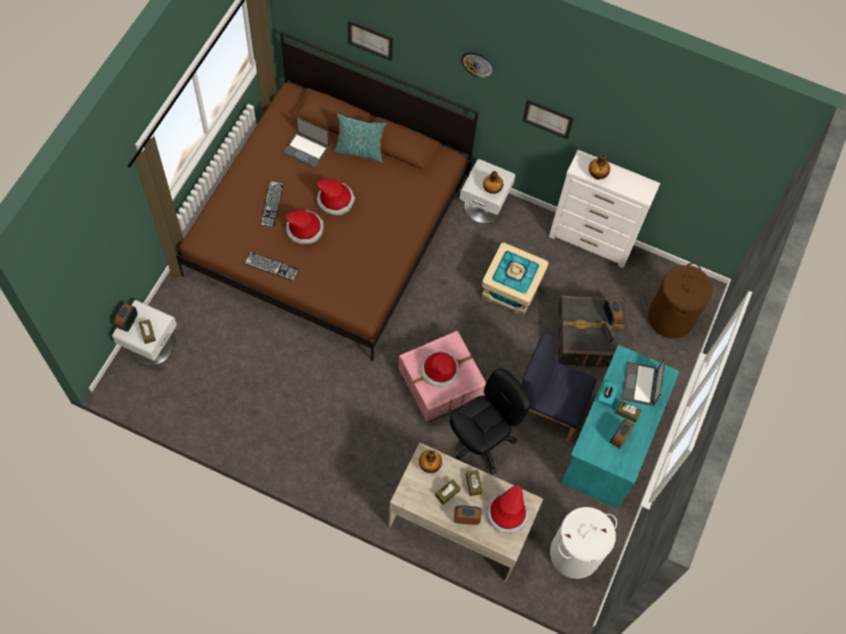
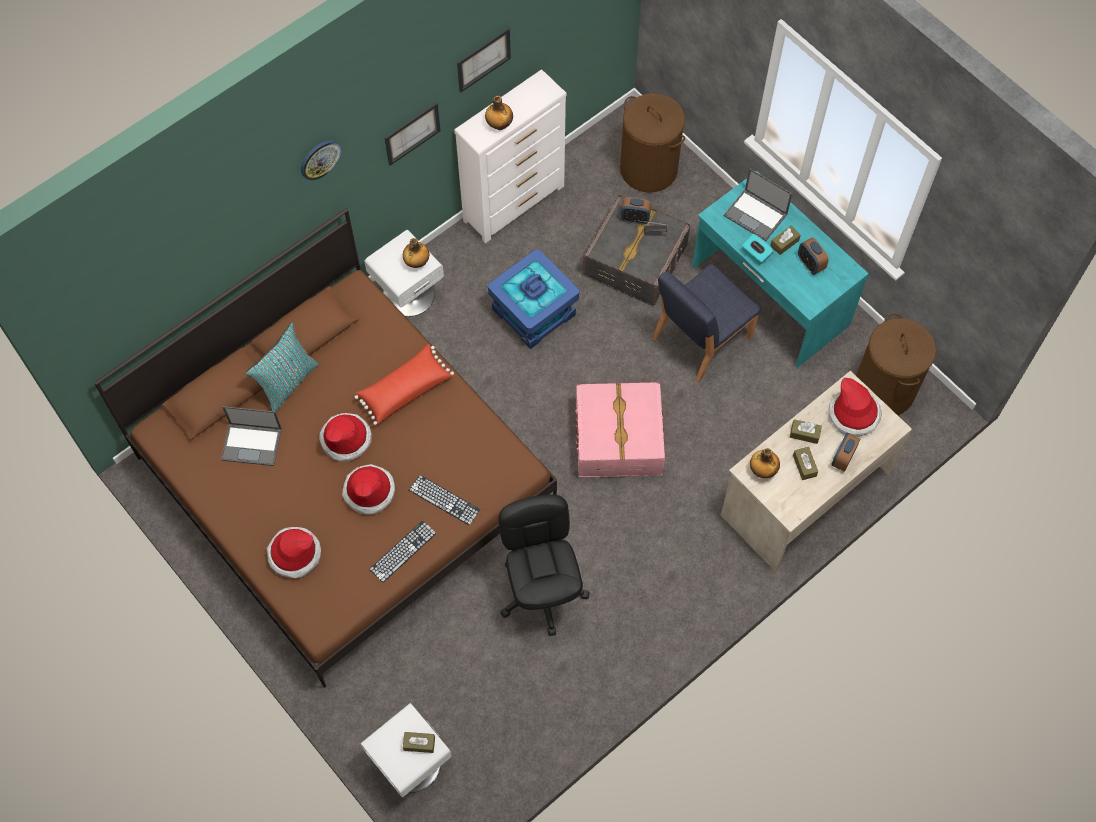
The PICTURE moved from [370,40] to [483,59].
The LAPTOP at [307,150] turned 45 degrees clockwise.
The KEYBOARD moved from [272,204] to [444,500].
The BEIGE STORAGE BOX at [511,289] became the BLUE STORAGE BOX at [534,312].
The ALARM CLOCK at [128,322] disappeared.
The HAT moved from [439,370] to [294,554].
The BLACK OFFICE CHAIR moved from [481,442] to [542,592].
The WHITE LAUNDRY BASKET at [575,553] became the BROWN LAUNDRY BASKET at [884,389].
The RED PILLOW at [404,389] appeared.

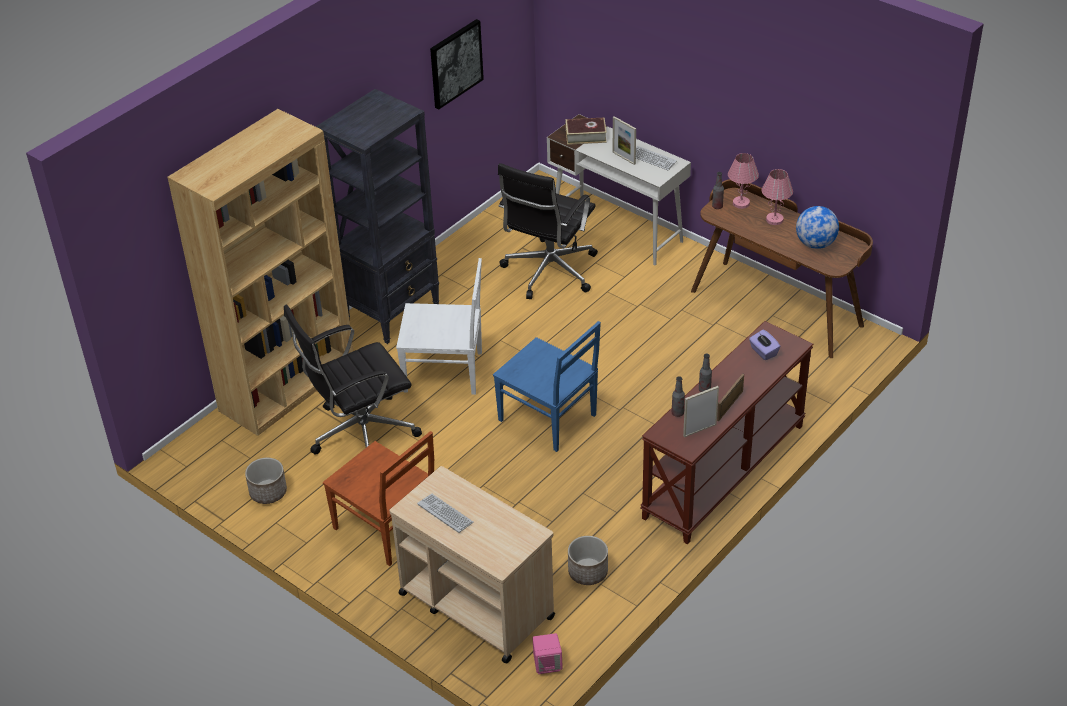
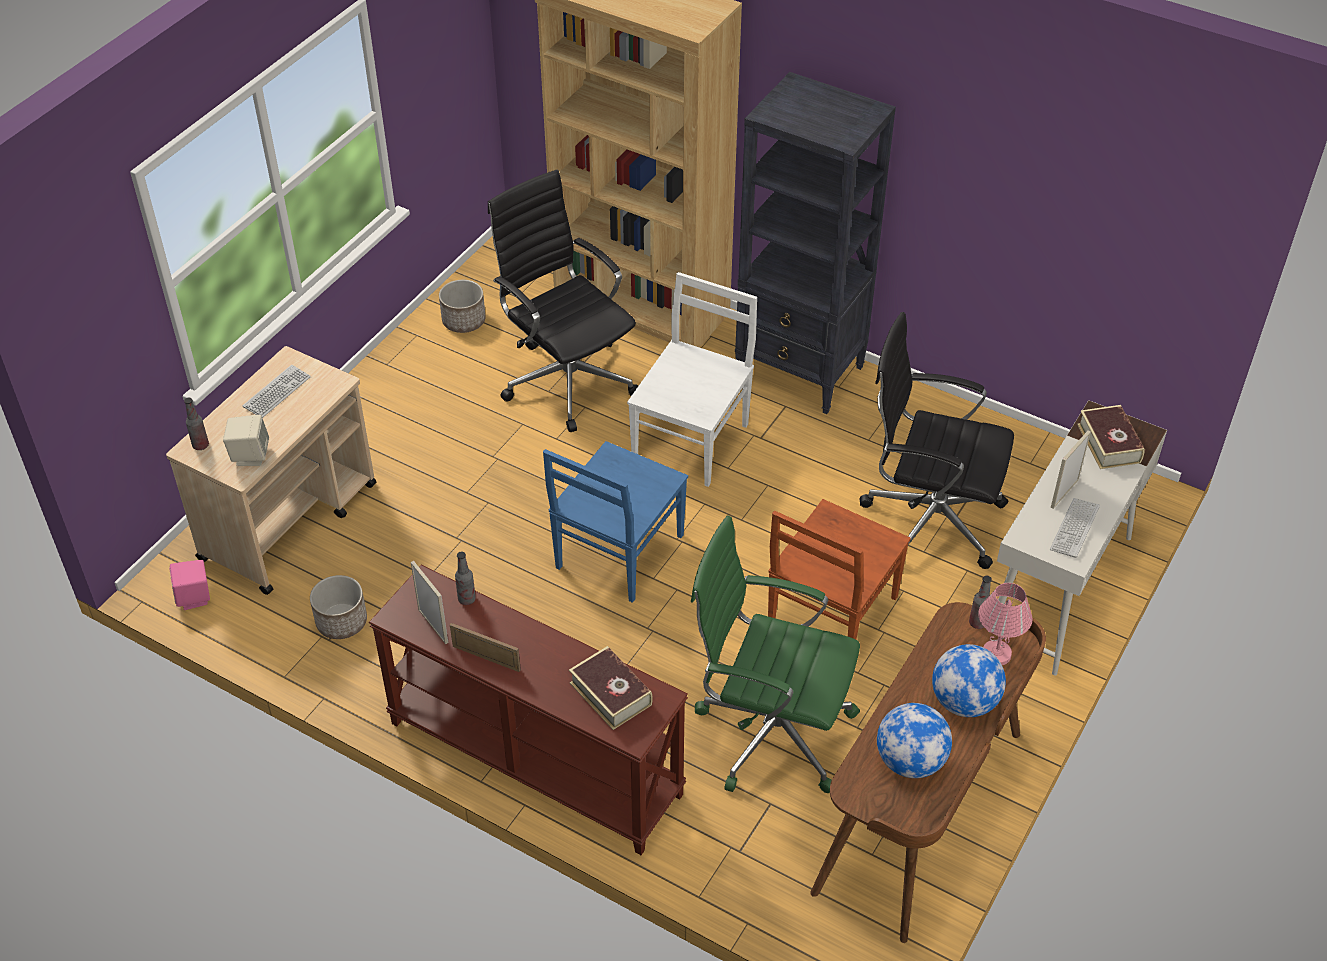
The PICTURE at [455,63] disappeared.
The PINK TABLE LAMP at [775,219] was replaced by the GLOBE at [964,702].
The WHITE CHAIR at [445,372] turned 150 degrees counterclockwise.
The PURPLE TISSUE BOX at [763,352] was replaced by the BOOK at [610,694].
The BOTTLE moved from [704,390] to [200,445].
The BROWN CHAIR moved from [387,528] to [830,615].
The BEIGE SPEAKER at [250,455] appeared.
The GREEN OFFICE CHAIR at [770,731] appeared.

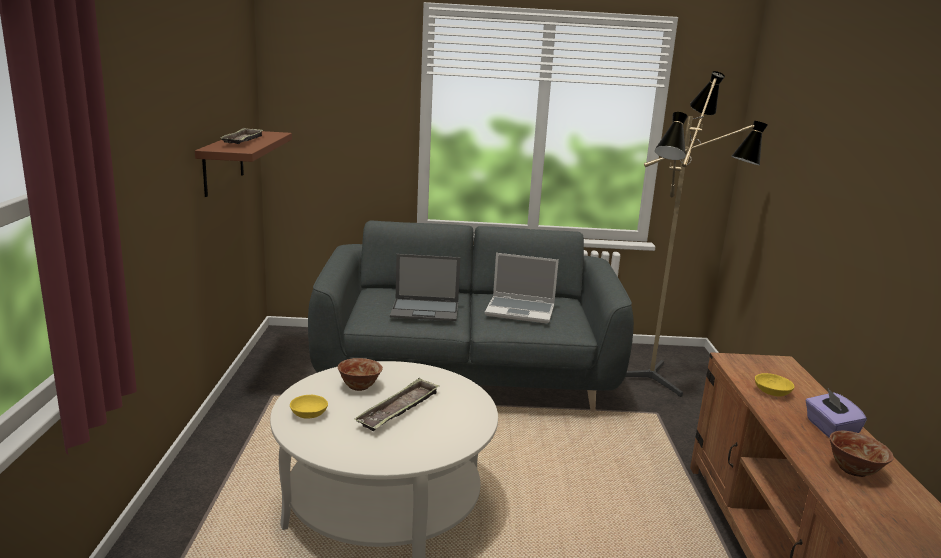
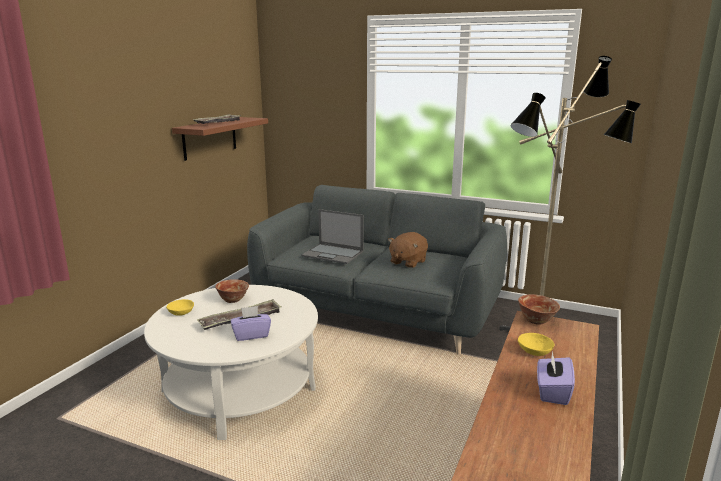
The LAPTOP at [521,311] was replaced by the BROWN PLUSH TOY at [407,262].
The BOWL moved from [853,470] to [536,321].
The PURPLE TISSUE BOX at [251,335] appeared.

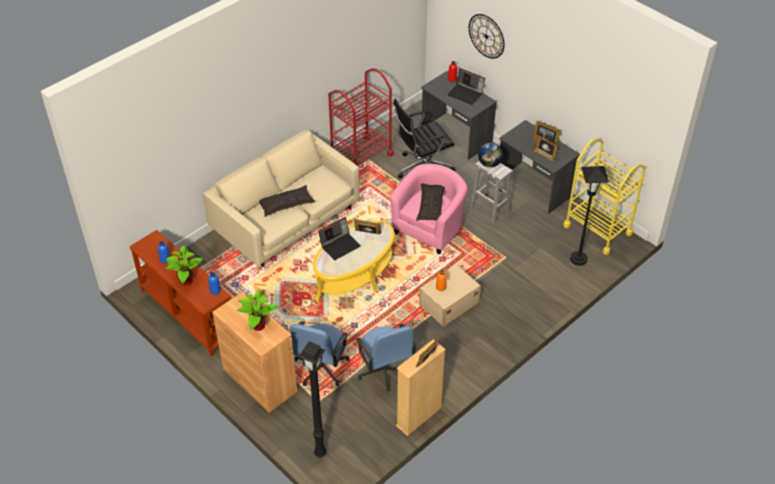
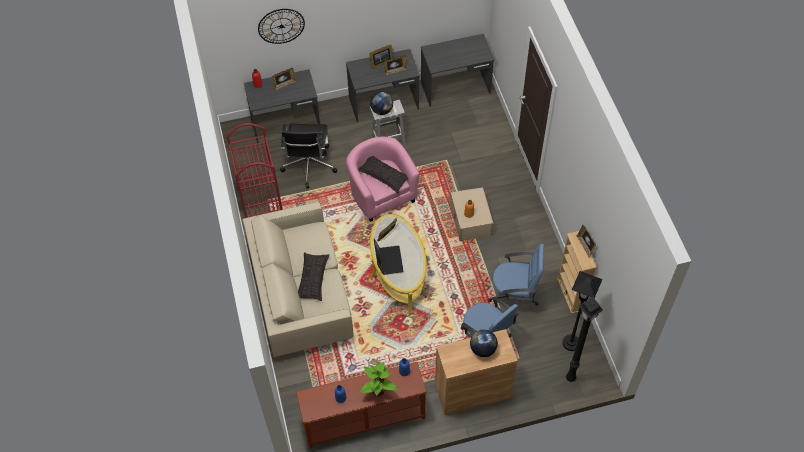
The LAPTOP at [466,94] was replaced by the PICTURE FRAME at [284,84].
The YELLOW CART at [597,229] was replaced by the GREY DESK at [456,88].
The BLACK FLOOR LAMP moved from [578,259] to [571,343].
The POTTED PLANT at [258,325] was replaced by the GLOBE at [483,349].

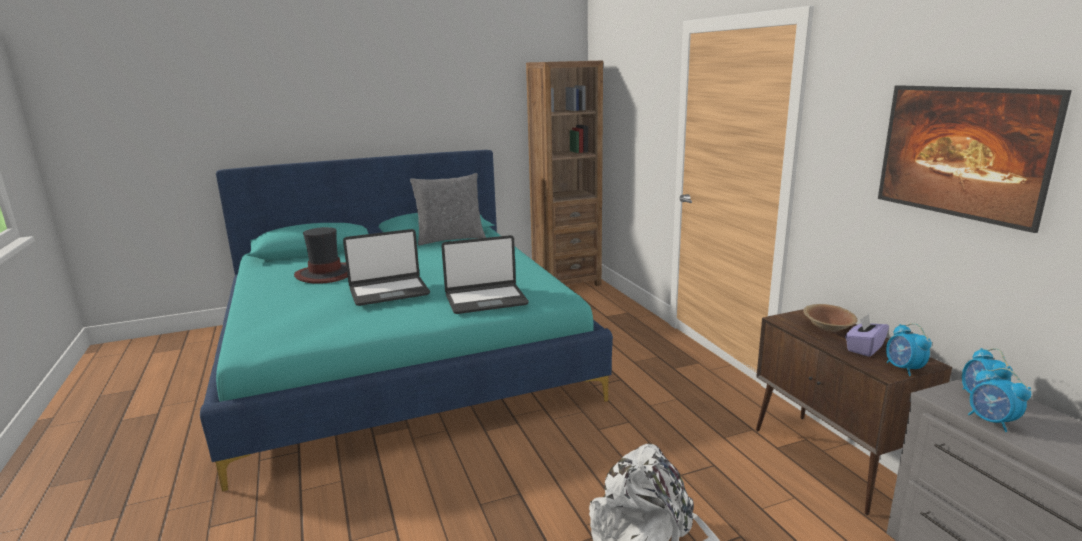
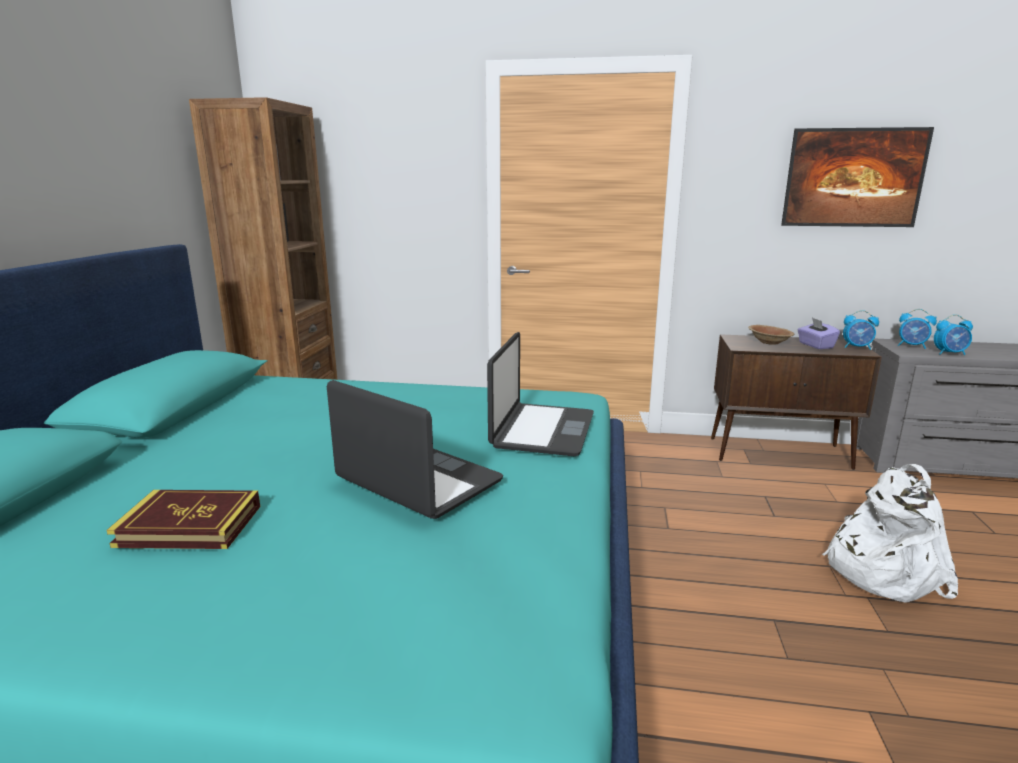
The GREY PILLOW at [450,239] disappeared.
The HAT at [326,274] was replaced by the BOOK at [189,526].
The LAPTOP at [389,292] turned 60 degrees counterclockwise.

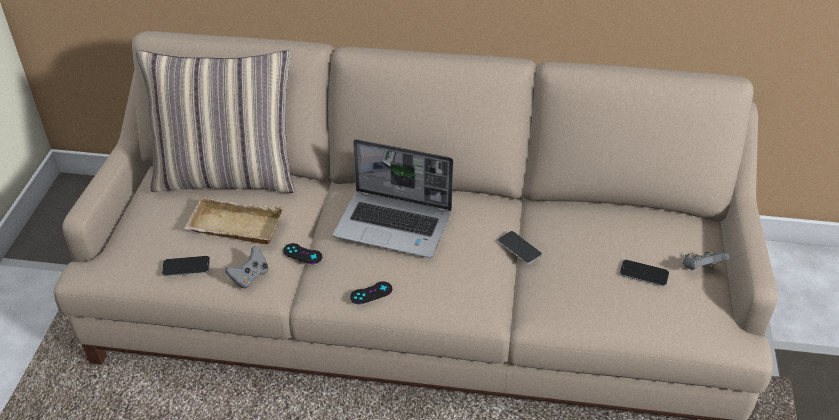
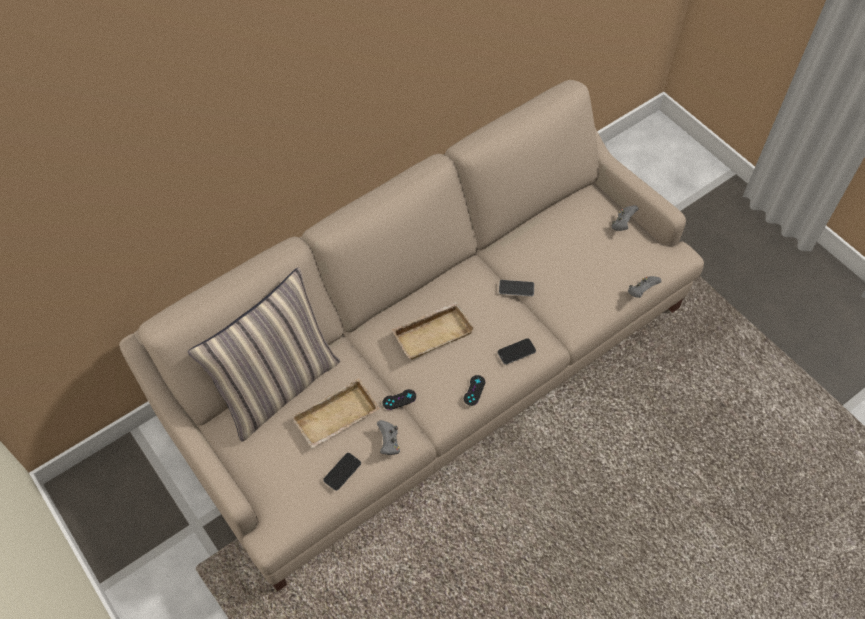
The LAPTOP at [395,225] was replaced by the BEIGE TRAY at [433,332].
The PHONE moved from [644,274] to [516,352].
The GREY GAME CONTROLLER at [641,291] appeared.

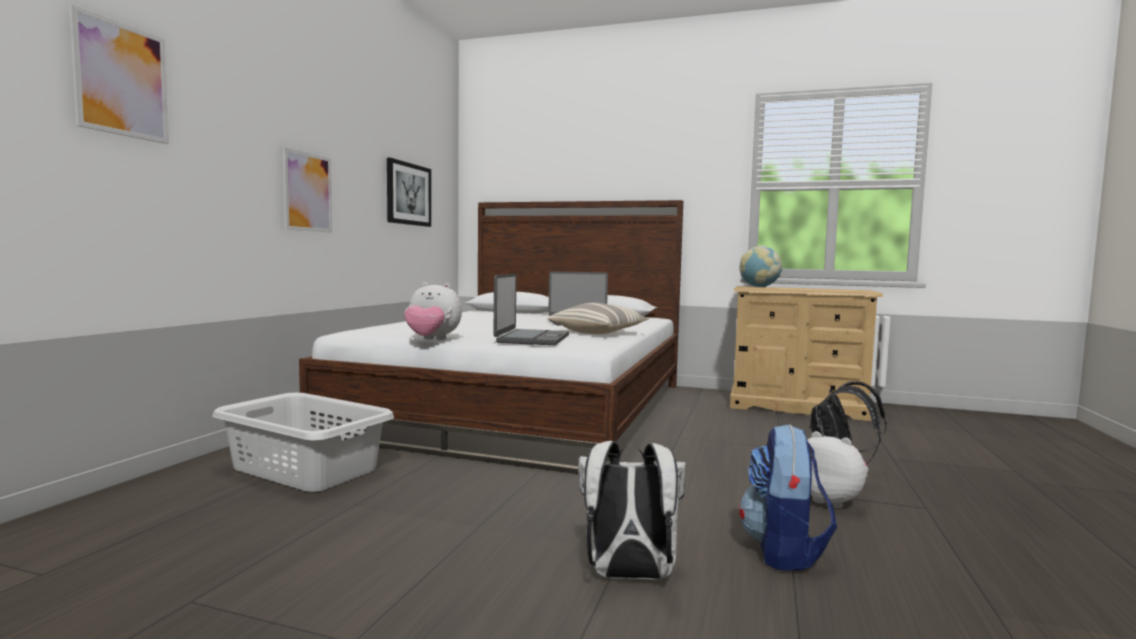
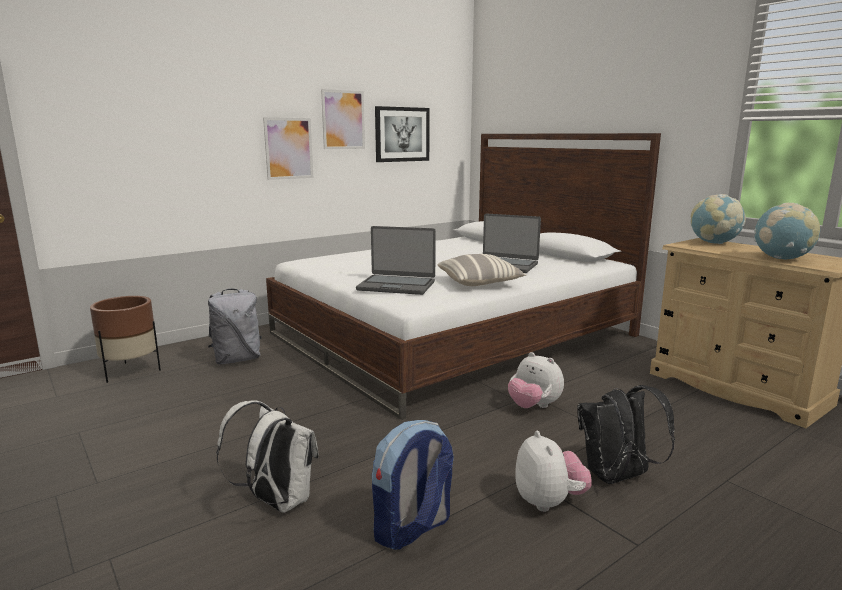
The PICTURE moved from [122,80] to [343,120].
The LAPTOP at [532,339] turned 60 degrees clockwise.
The PLUSH TOY moved from [432,340] to [533,406].
The GREY LAUNDRY BASKET at [305,468] was replaced by the GREY BACKPACK at [237,359].
The GLOBE at [781,259] appeared.
The BROWN PLANTER at [131,371] appeared.

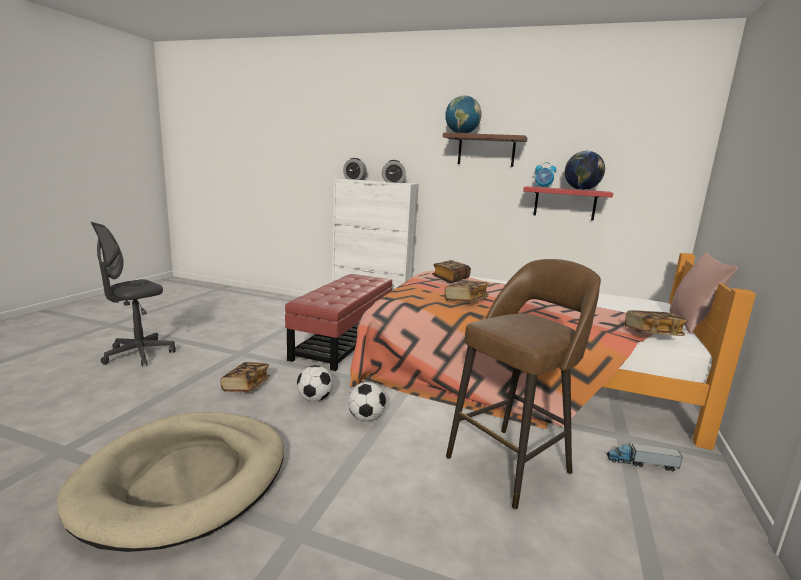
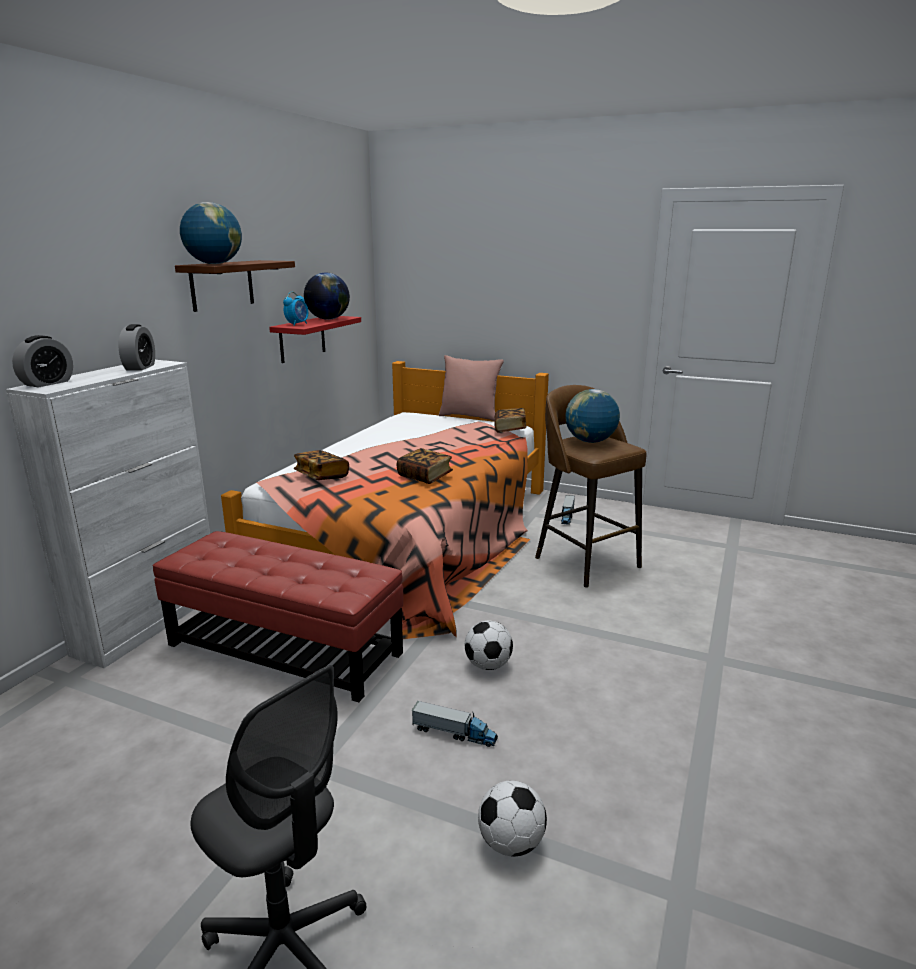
The BOOK at [246,386] was replaced by the TOY TRUCK at [454,733].
The FOOTBALL moved from [366,418] to [511,843].
The BEIGE DOG BED at [185,479] disappeared.
The GLOBE at [590,441] appeared.

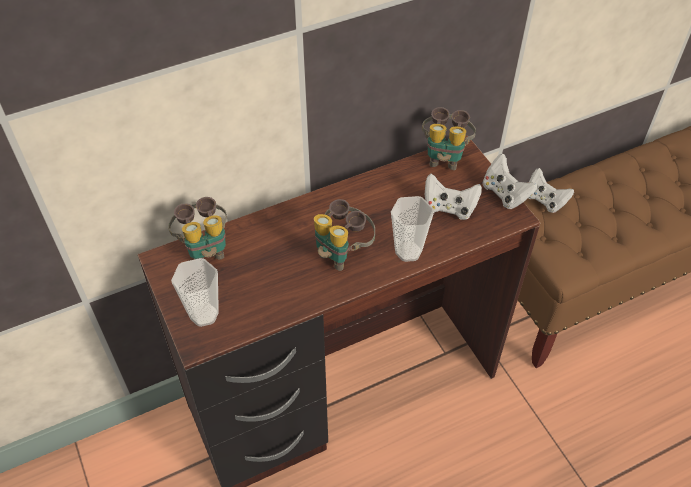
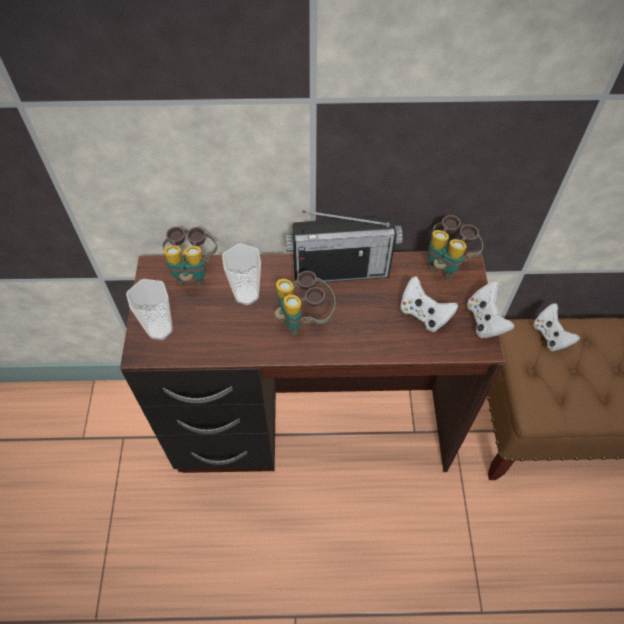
The CUP moved from [408,251] to [246,295].
The RADIO at [341,271] appeared.

